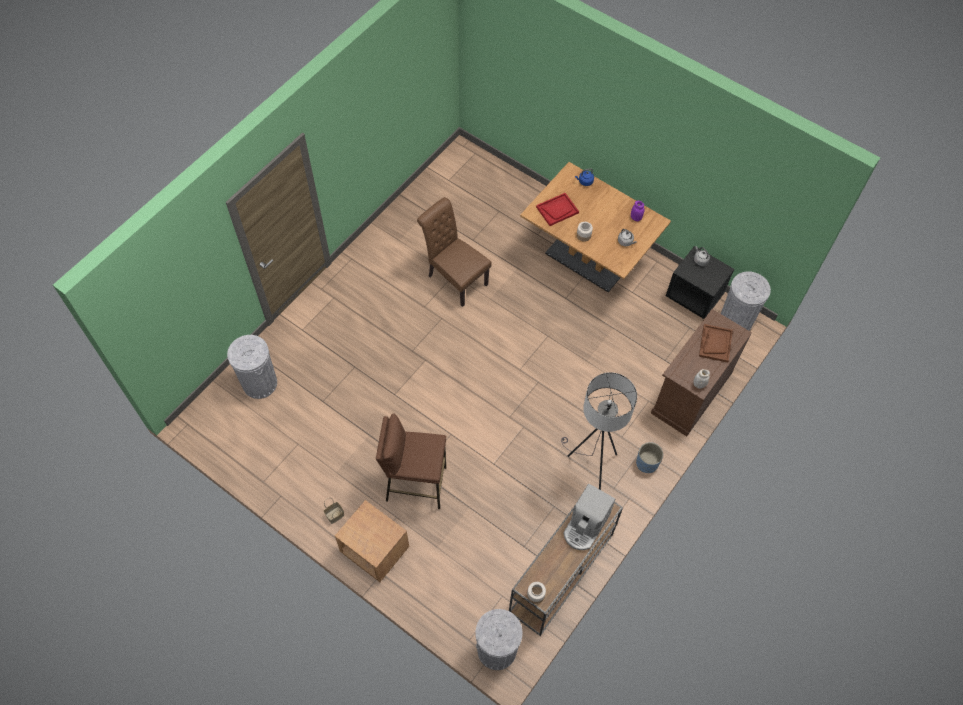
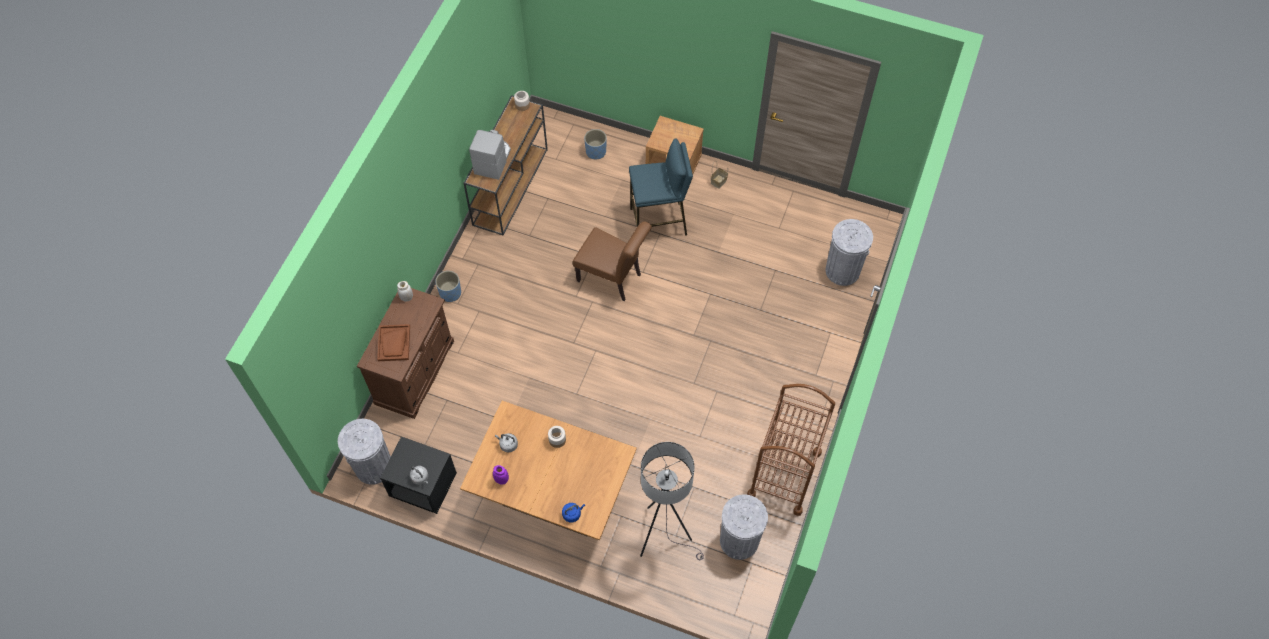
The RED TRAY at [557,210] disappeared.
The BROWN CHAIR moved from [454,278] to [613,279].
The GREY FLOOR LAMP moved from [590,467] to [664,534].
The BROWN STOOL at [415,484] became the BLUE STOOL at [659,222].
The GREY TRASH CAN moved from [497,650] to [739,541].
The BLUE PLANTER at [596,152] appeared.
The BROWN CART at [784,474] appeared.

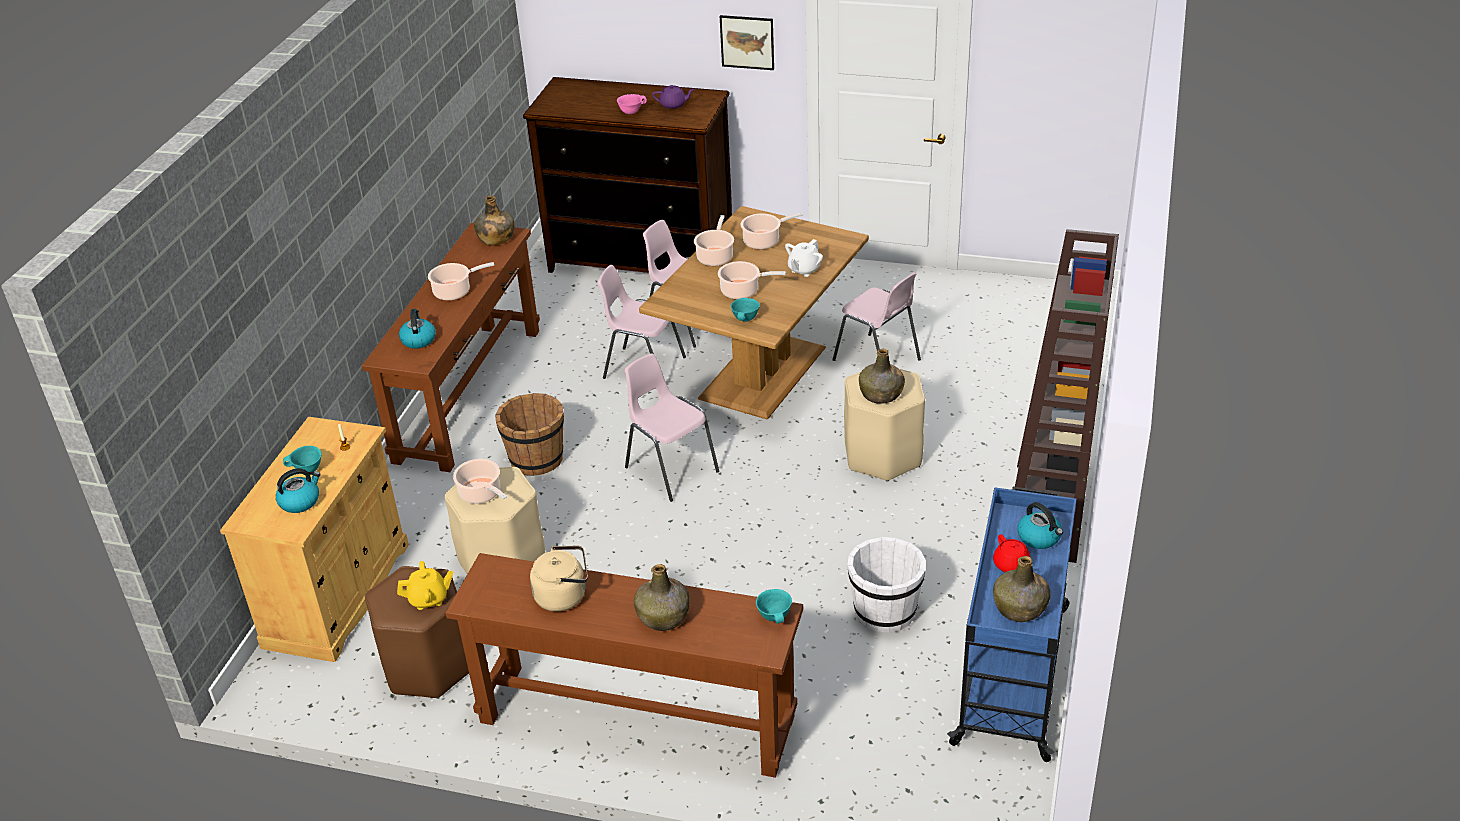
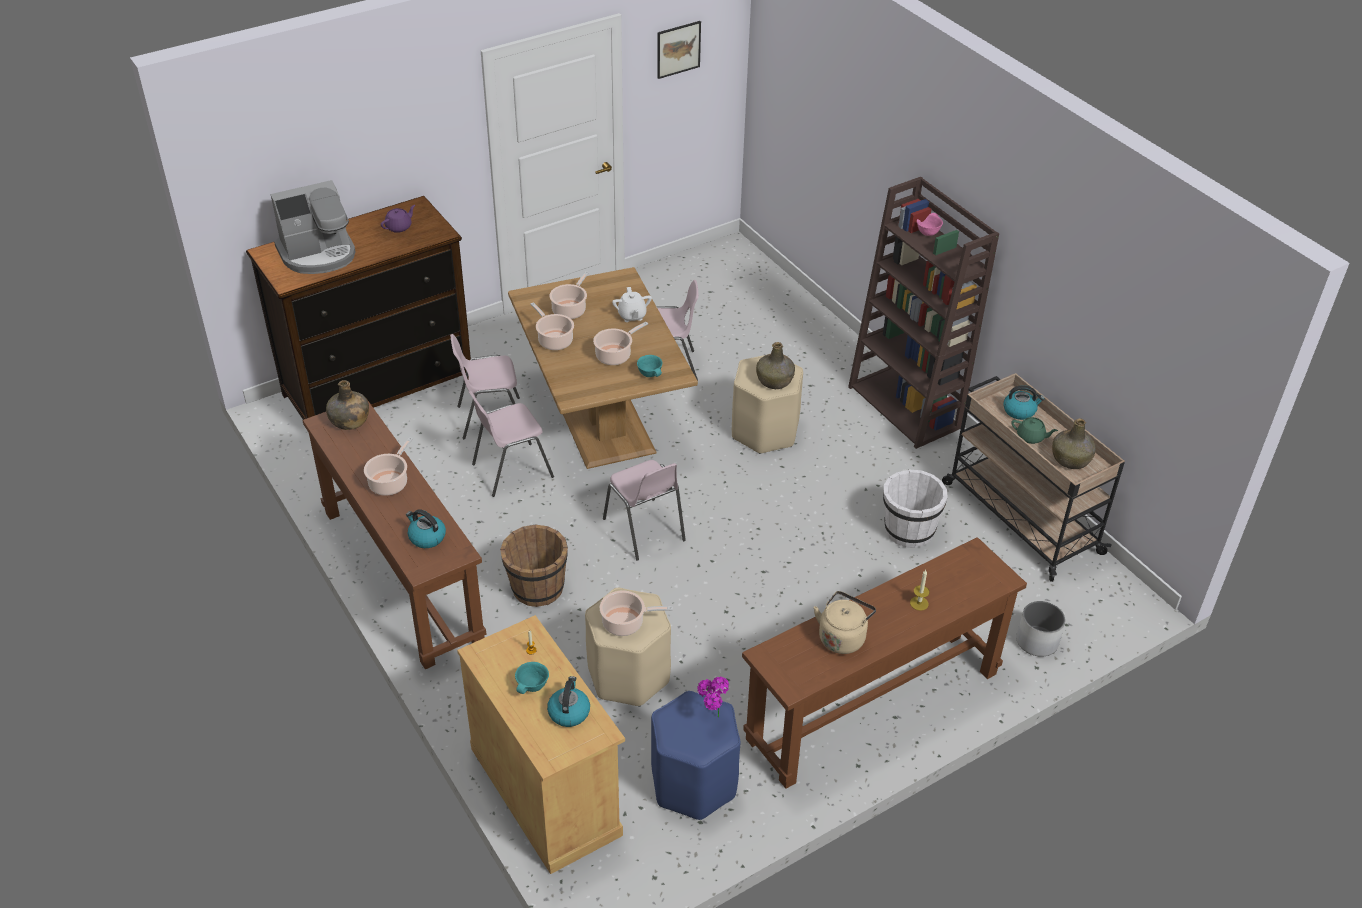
The PICTURE moved from [747,42] to [678,49].
The PINK BOWL moved from [631,112] to [927,232].
The PINK CHAIR at [670,469] turned 120 degrees counterclockwise.
The BLUE CART at [1012,672] became the BEIGE CART at [1020,516].
The RED TEAPOT at [1011,565] became the GREEN TEAPOT at [1031,437].
The YELLOW TEAPOT at [429,599] was replaced by the POTTED PLANT at [711,719].
The GREEN BOTTLE at [664,616] was replaced by the CANDLE at [919,603].
The BROWN STOOL at [428,667] became the BLUE STOOL at [693,784].
The TURQUOISE BOWL at [775,616] disappeared.
The COFFEE MACHINE at [318,254] appeared.
The WHITE PLANTER at [1037,642] appeared.

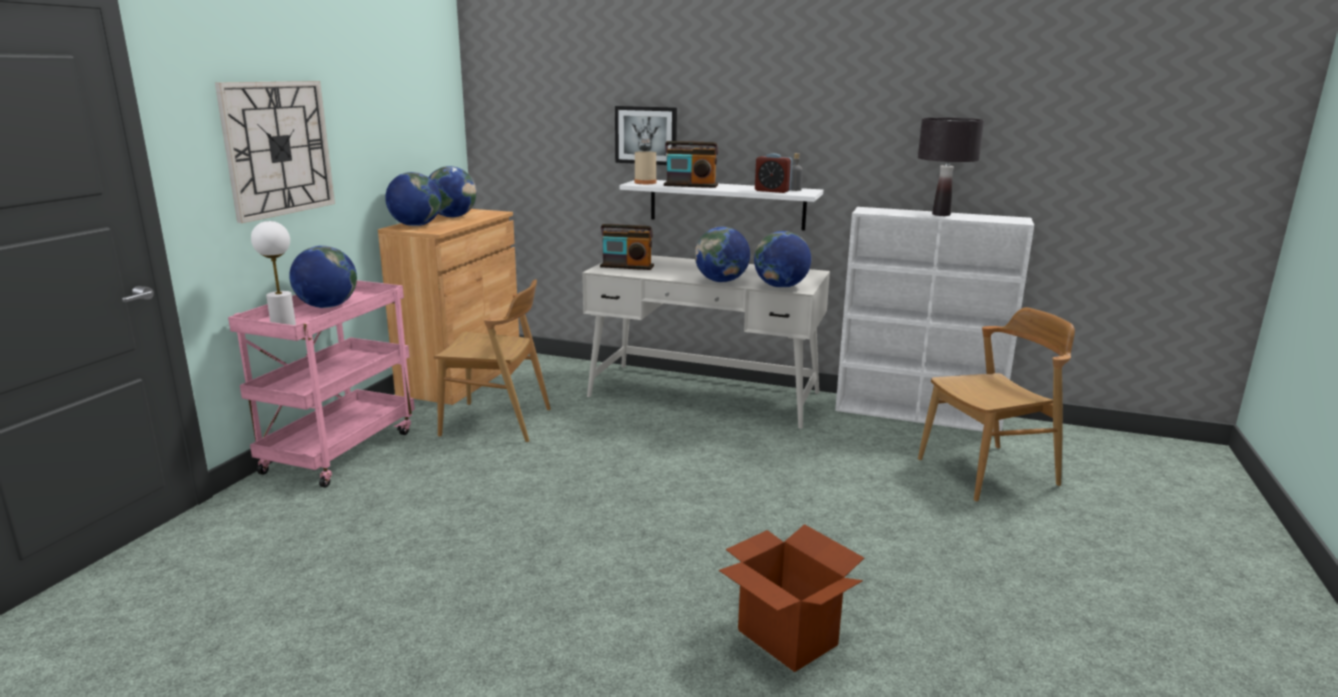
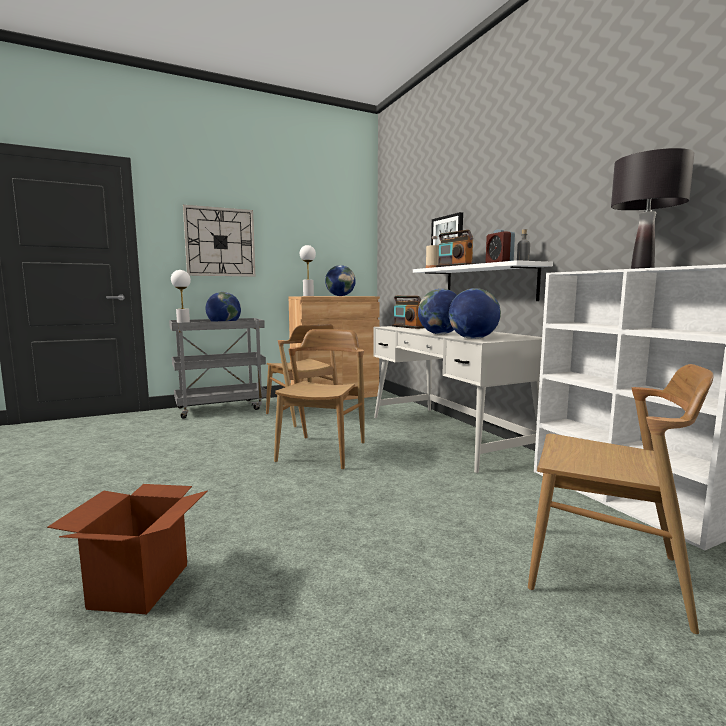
The GLOBE at [415,225] was replaced by the WHITE TABLE LAMP at [308,296].
The PINK CART at [340,450] became the GREY CART at [221,408].
The BROWN CHAIR at [322,452] appeared.

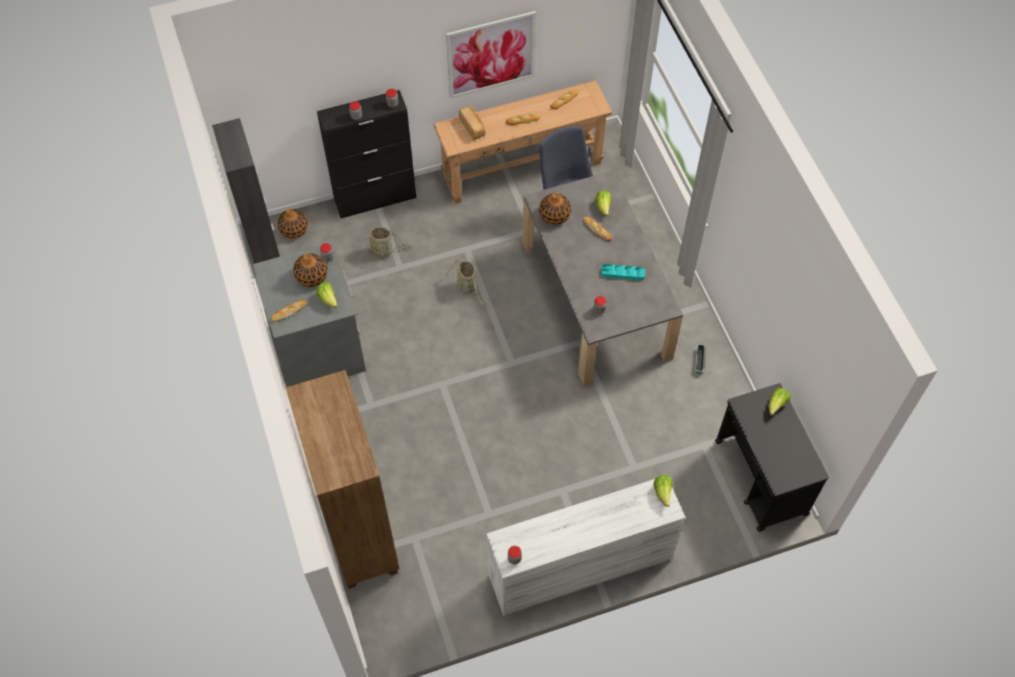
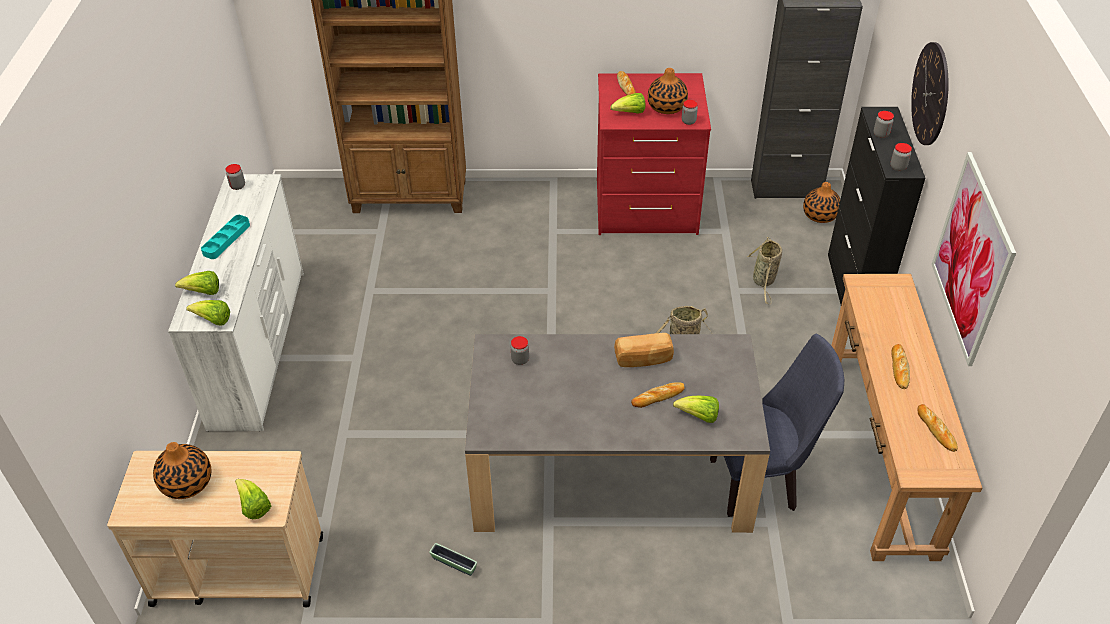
The BREAD moved from [473,127] to [643,359].
The VASE moved from [554,215] to [187,483].
The GREY DRESSER at [319,346] became the RED DRESSER at [646,208].
The TURQUOISE TRAY moved from [622,273] to [226,239].
The BLACK CART at [761,478] became the BEIGE CART at [237,570].
The WALL CLOCK at [930,94] appeared.
The LETTUCE at [203,292] appeared.

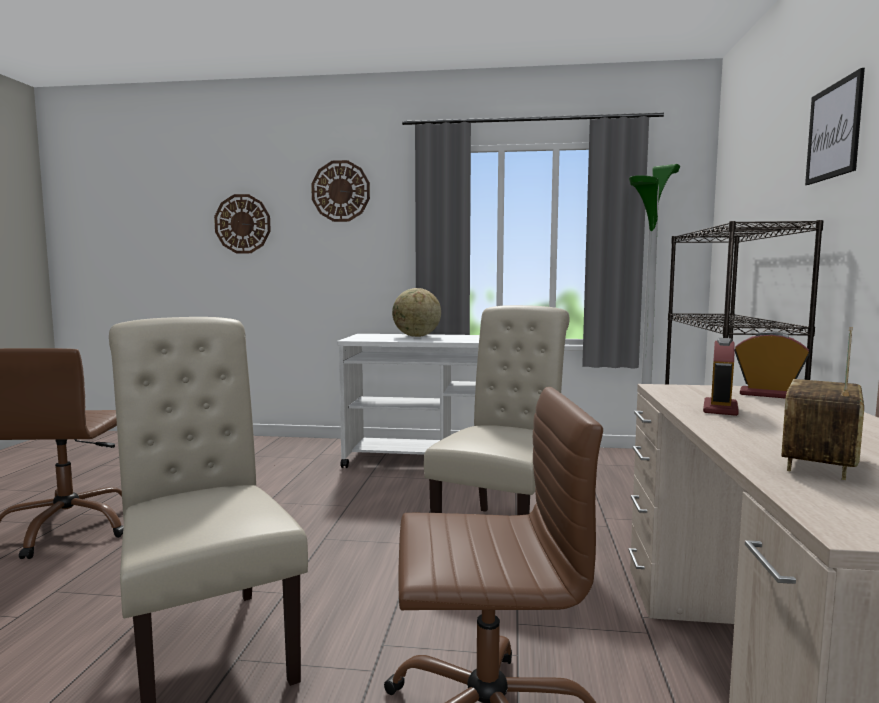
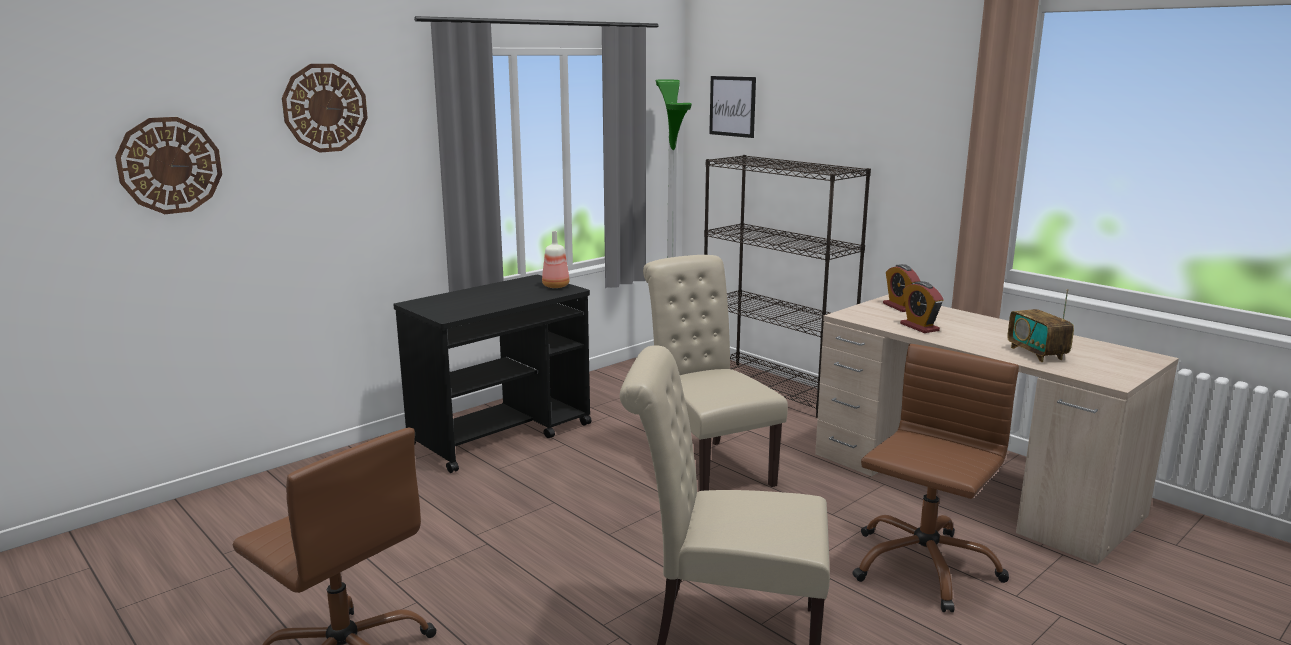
The PICTURE moved from [834,131] to [732,106].
The GLOBE at [416,336] disappeared.
The ALARM CLOCK at [768,394] turned 90 degrees counterclockwise.
The WHITE CART at [420,460] became the BLACK CART at [502,434].
The BOTTLE at [556,286] appeared.

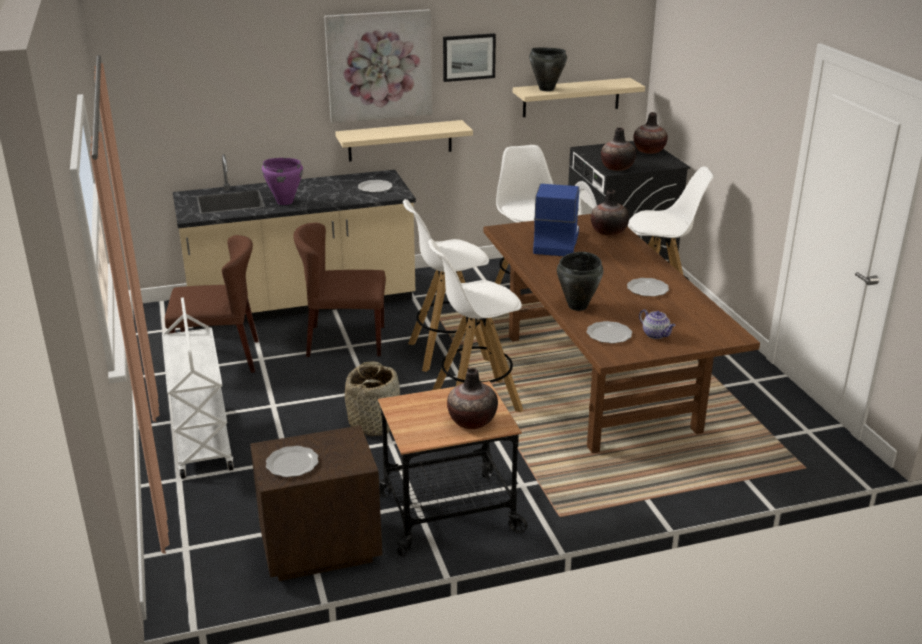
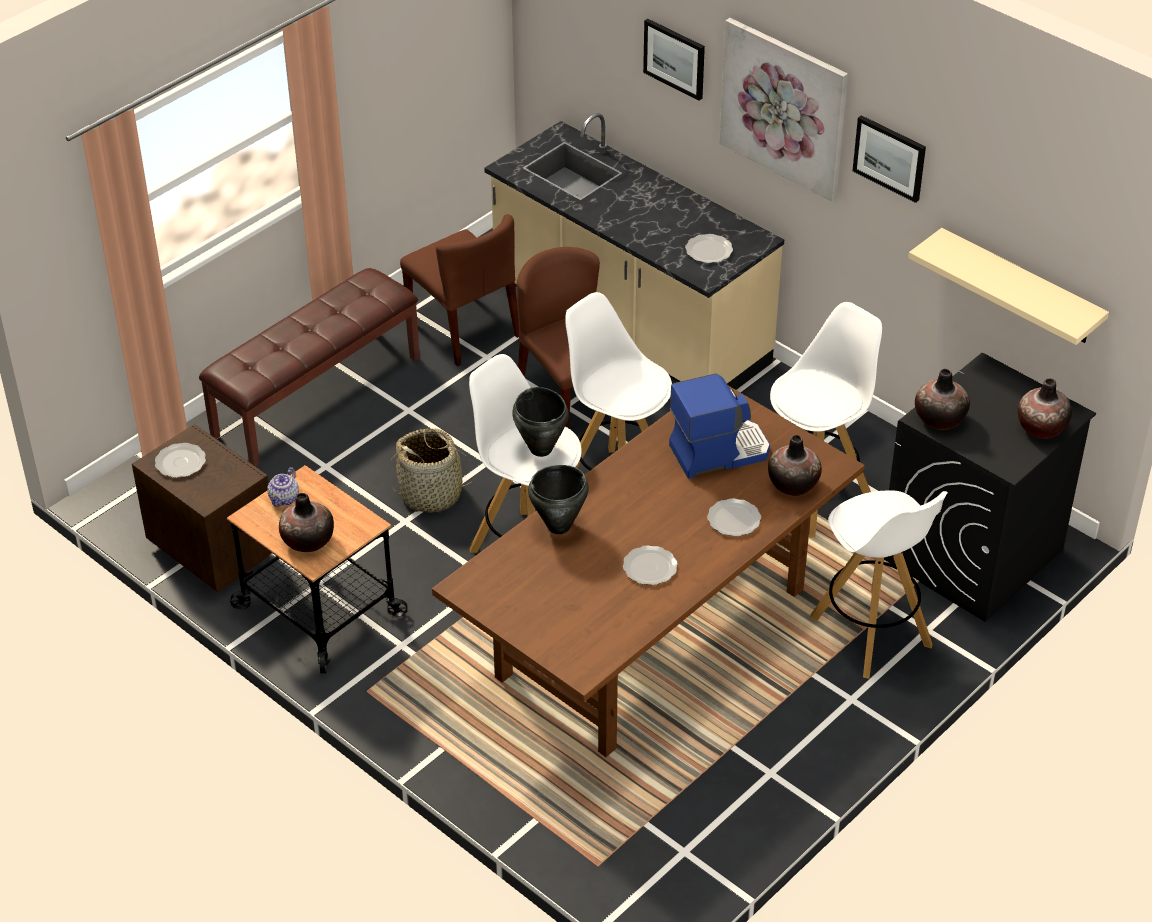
The BLACK COOKING POT moved from [546,89] to [541,448].
The BEIGE SHELF at [400,140] disappeared.
The PURPLE COOKING POT at [284,202] disappeared.
The WHITE CART at [201,440] was replaced by the BROWN BENCH at [316,395].
The TEAPOT moved from [656,335] to [284,499].
The PLATE moved from [608,334] to [734,519].
The PICTURE at [675,58] appeared.

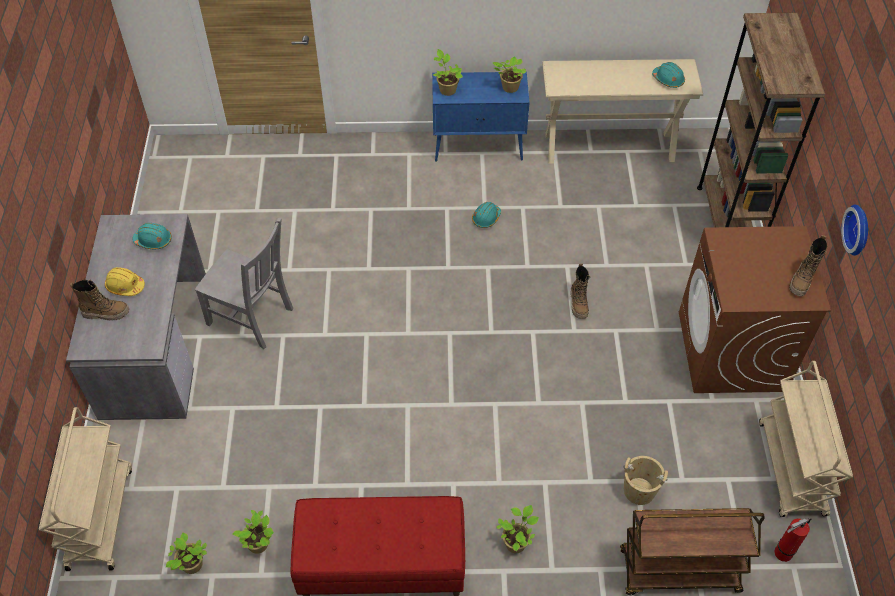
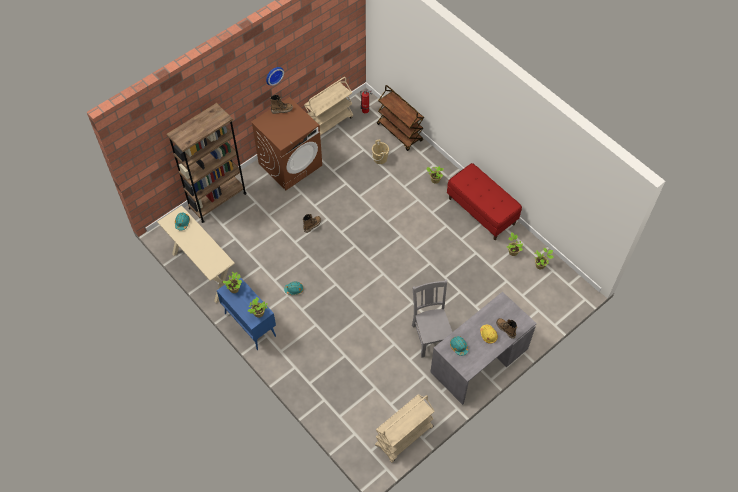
The BEIGE CART moved from [100,516] to [404,437].

